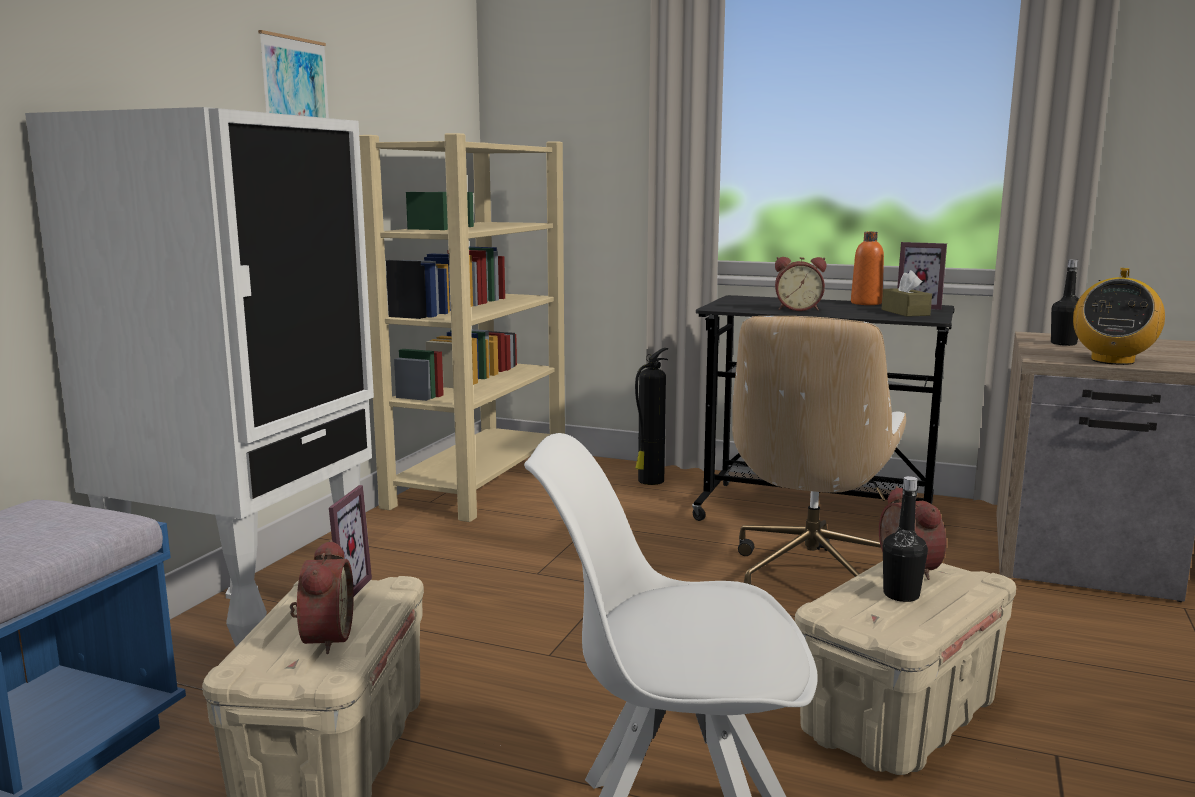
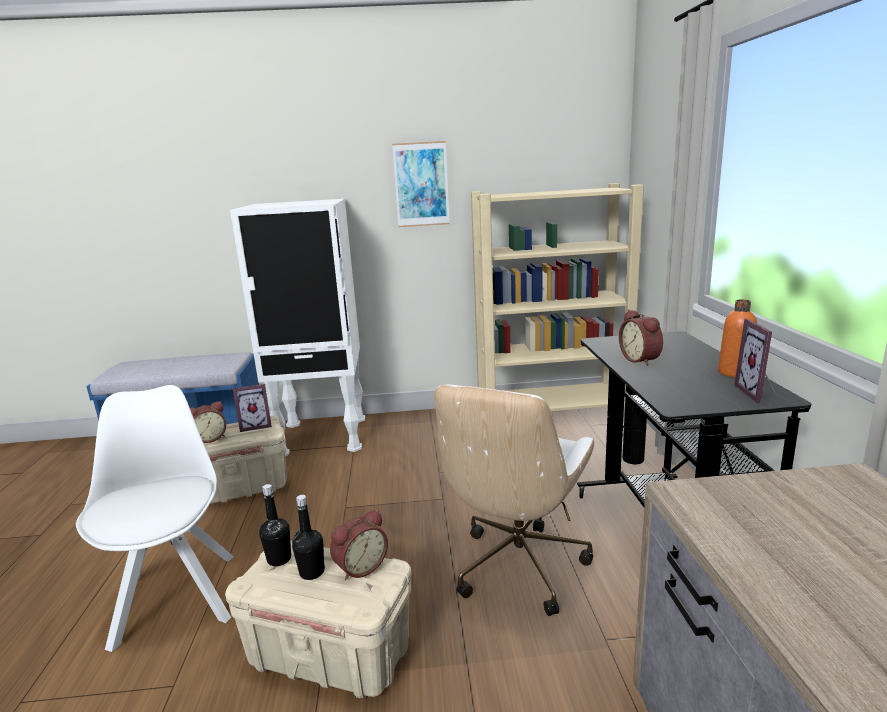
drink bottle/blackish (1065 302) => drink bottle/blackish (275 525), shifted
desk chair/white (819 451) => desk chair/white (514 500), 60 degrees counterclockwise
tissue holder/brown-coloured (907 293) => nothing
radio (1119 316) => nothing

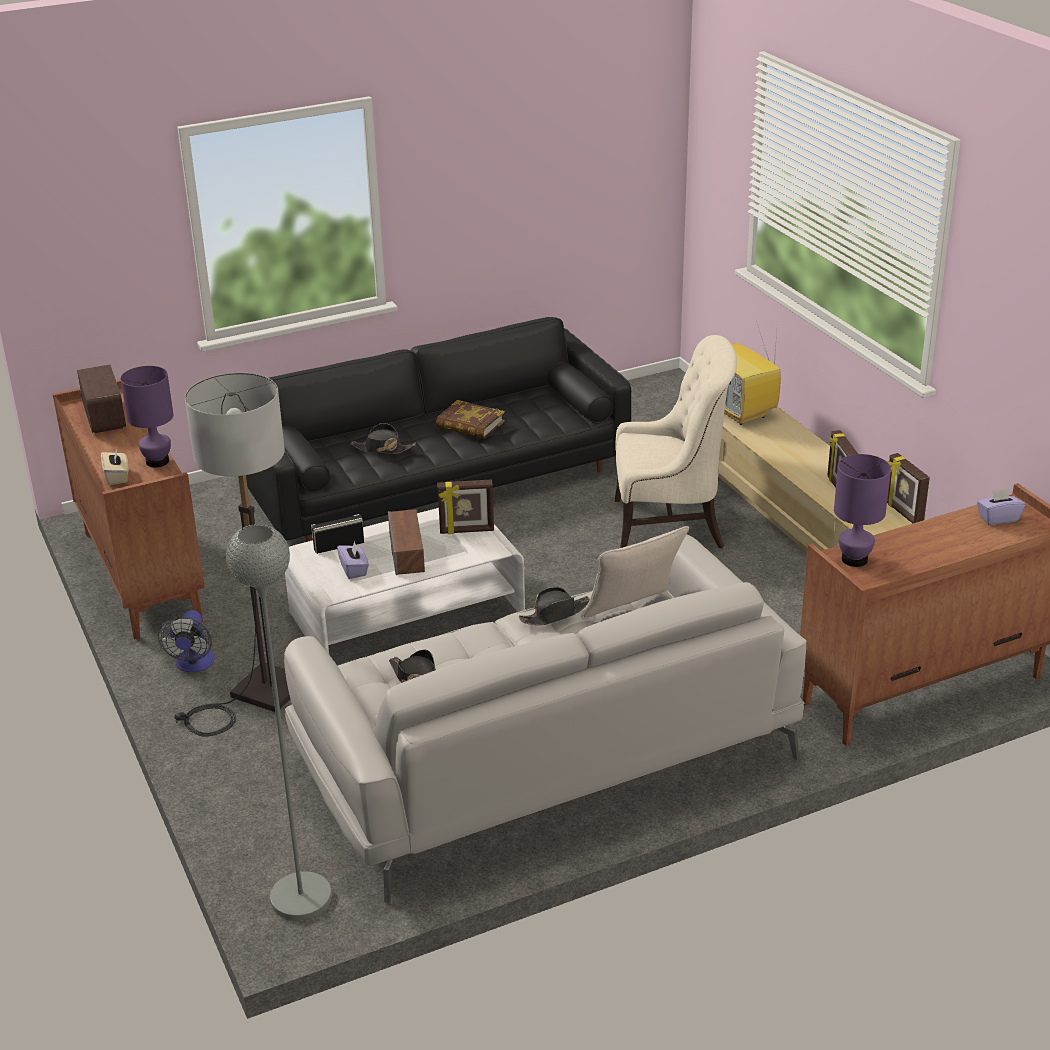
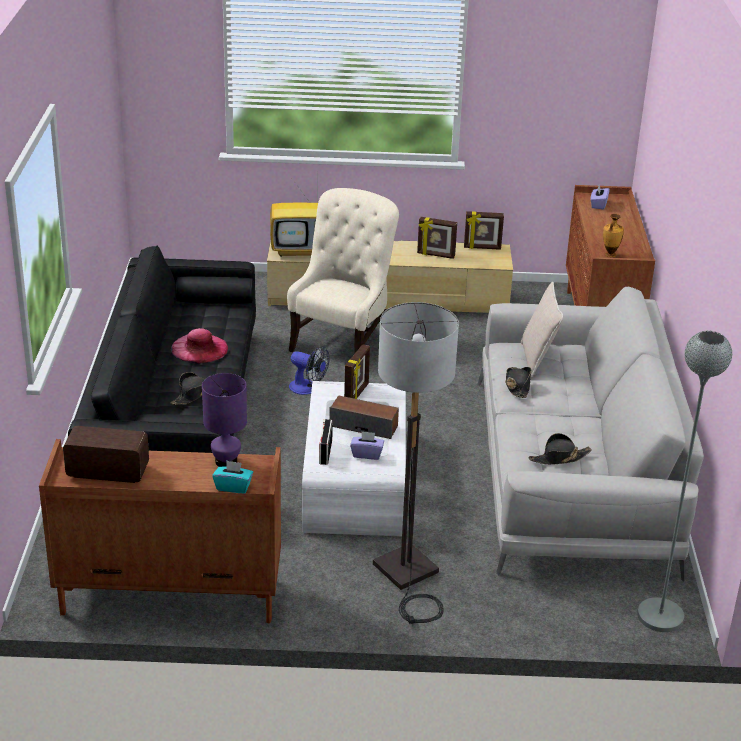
bound book (470 419) => wearable hat/pink-coloured (199 346)
tissue holder/sand-coloured (115 466) => tissue holder/turquoise (232 476)
electric fan (186 641) => electric fan (309 370), shifted
lamp for a table/purple-coloured (862 510) => vase (613 235)

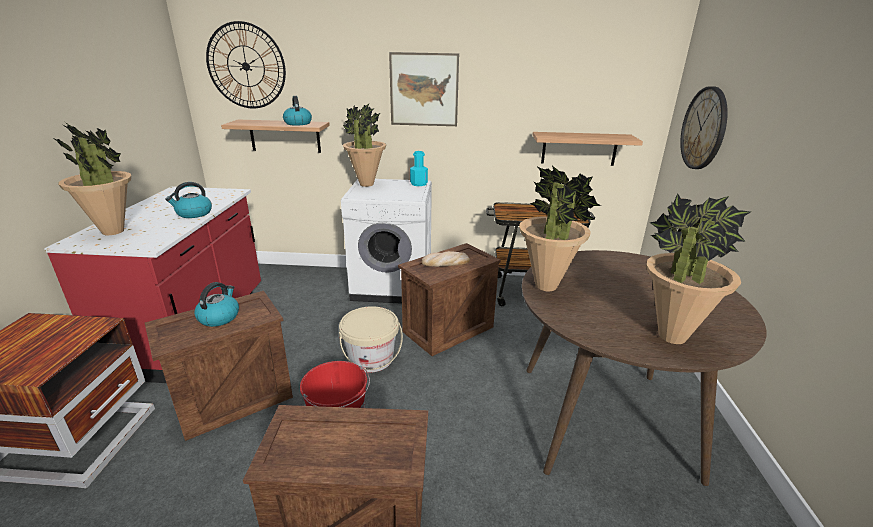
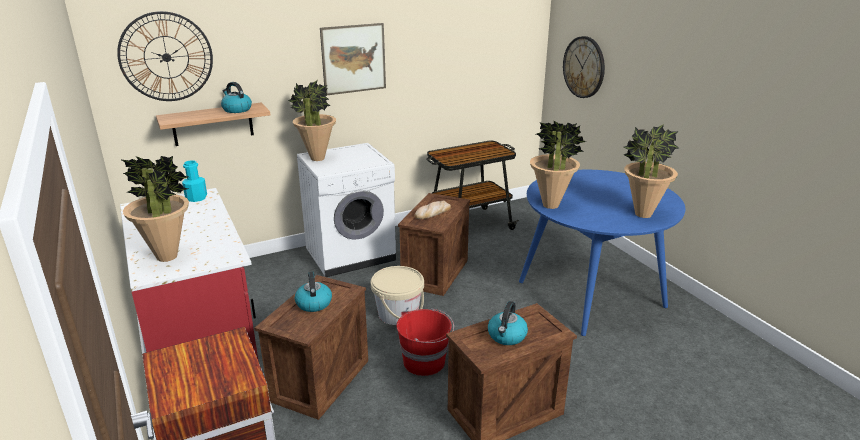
drink bottle/turquoise (419 168) => drink bottle/turquoise (194 181), shifted
kettle (188 200) => kettle (508 323), shifted
dining table/brown-coloured (644 368) => dining table/blue-coloured (602 253)
bracket shelf (587 149) => nothing

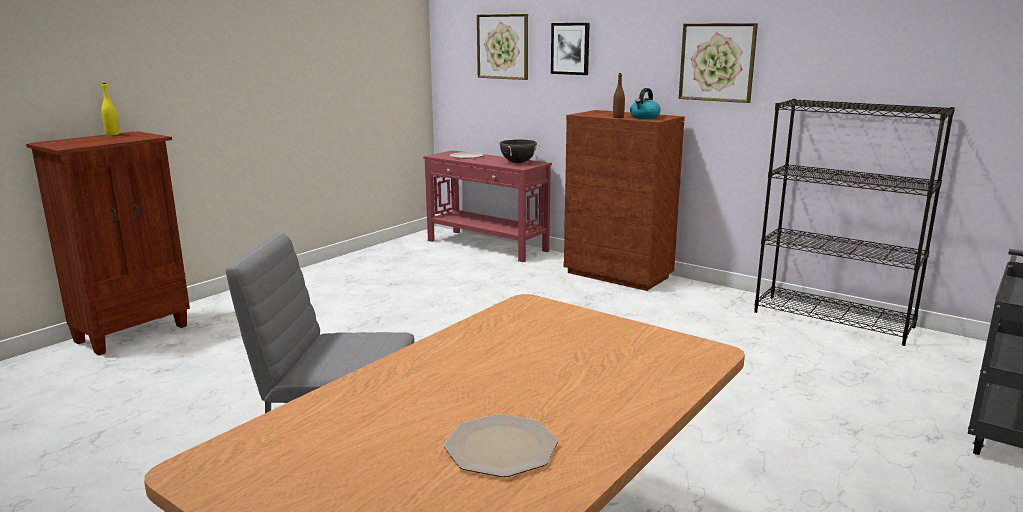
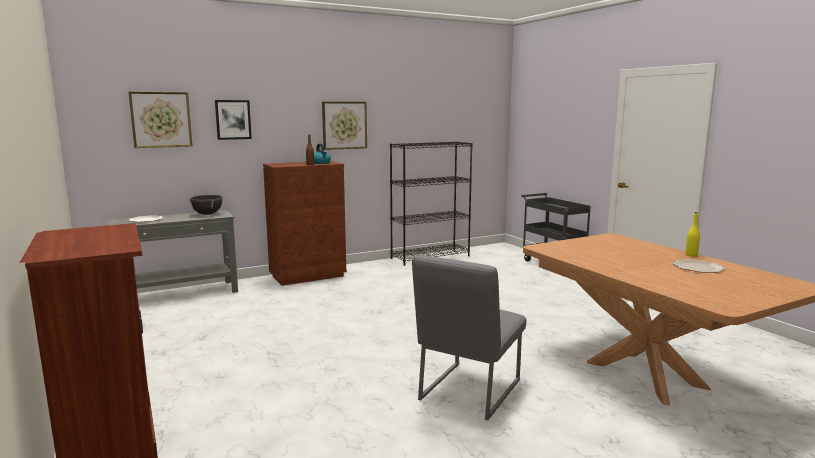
narrow table/reddish (487 206) => narrow table/greyish (172 251)
drink bottle/yellow-coloured (110 109) => drink bottle/yellow-coloured (693 234), shifted

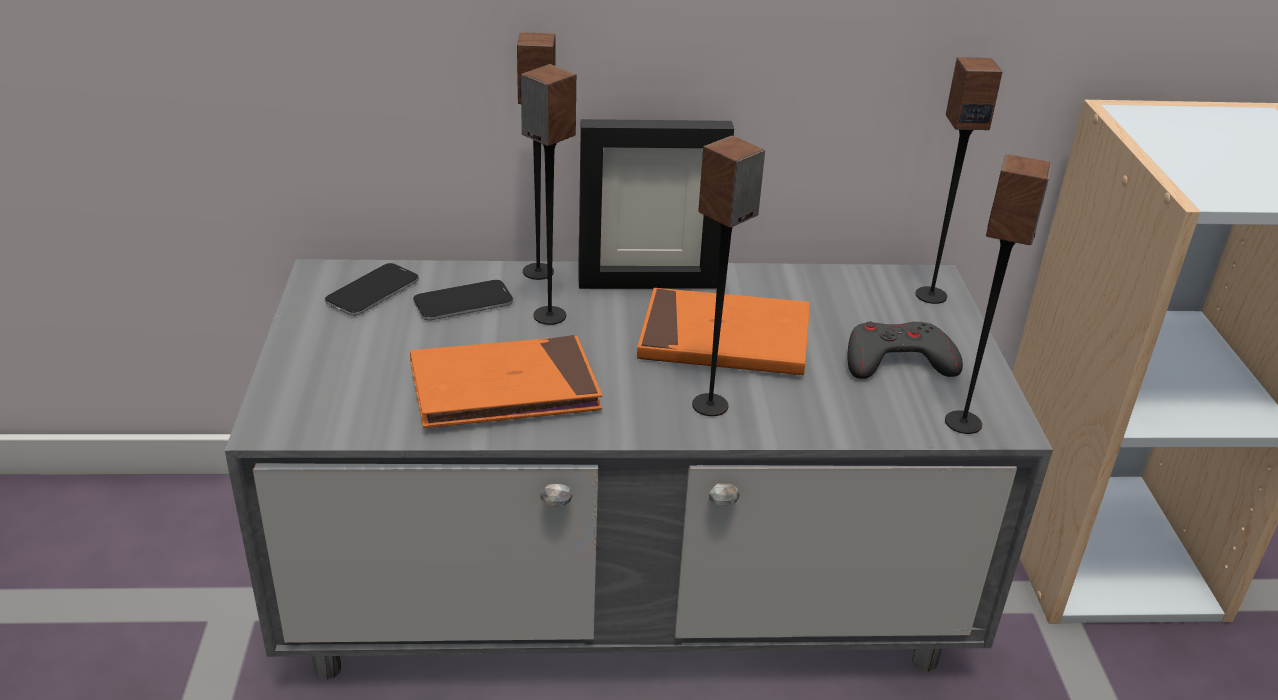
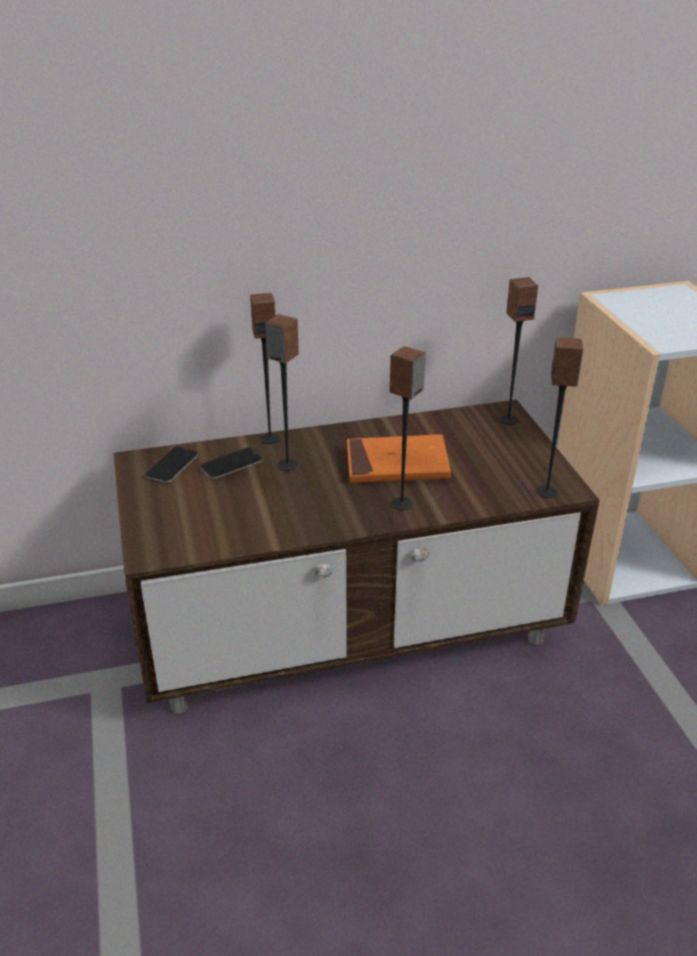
tv stand/greyish (639 469) => tv stand/brown-coloured (357 556)
bound book/orange-coloured (506 381) => nothing
picture frame (656 204) => nothing
game controller/greyish (905 350) => nothing

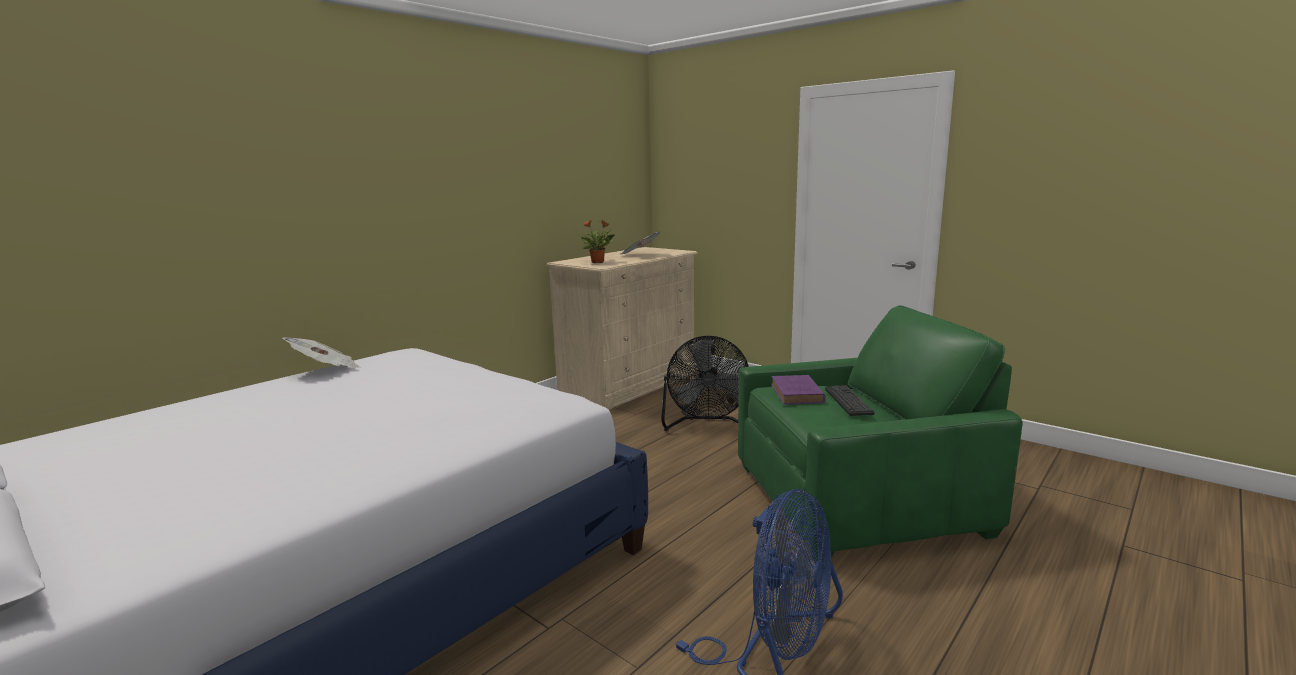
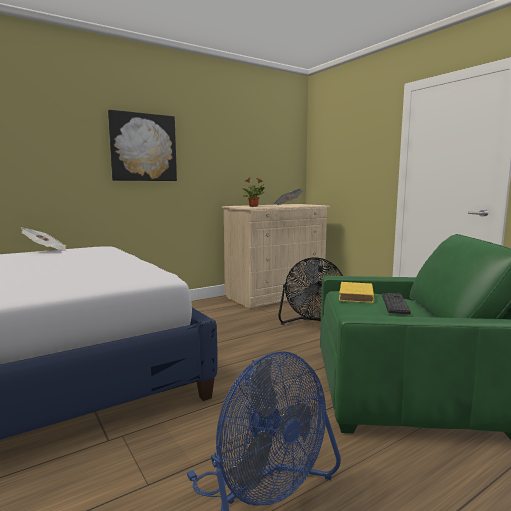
nothing => picture (142 145)
bound book/purple-coloured (798 389) => bound book/yellow-coloured (356 292)

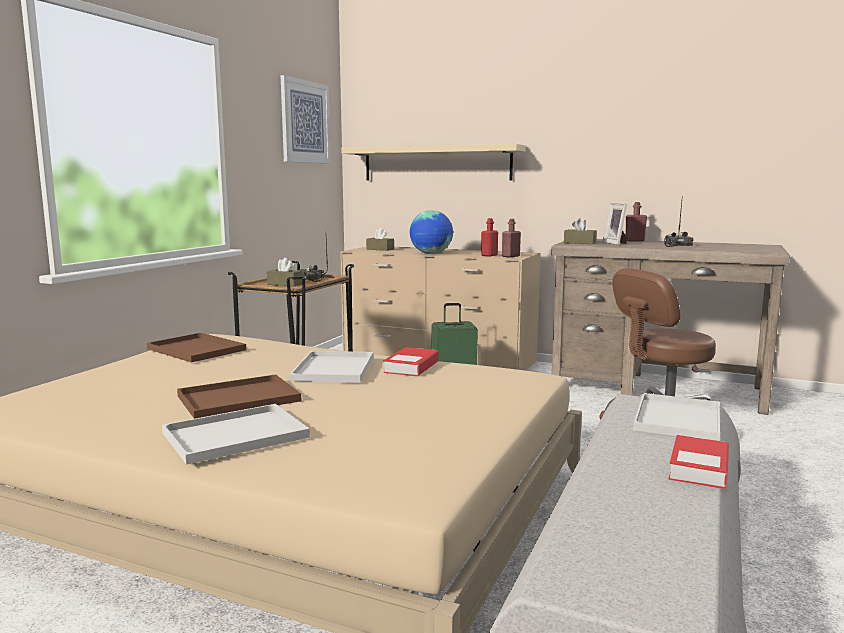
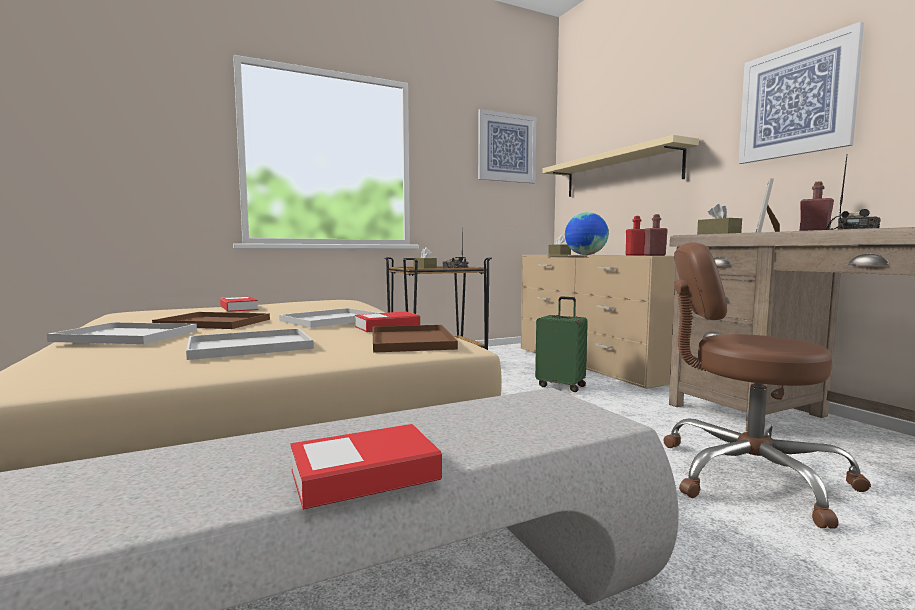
tray/white (676 417) => tray/white (250 344), shifted
nothing => bound book (239 304)
tray/brown-coloured (196 348) => tray/brown-coloured (415 339), shifted
nothing => picture (801 93)

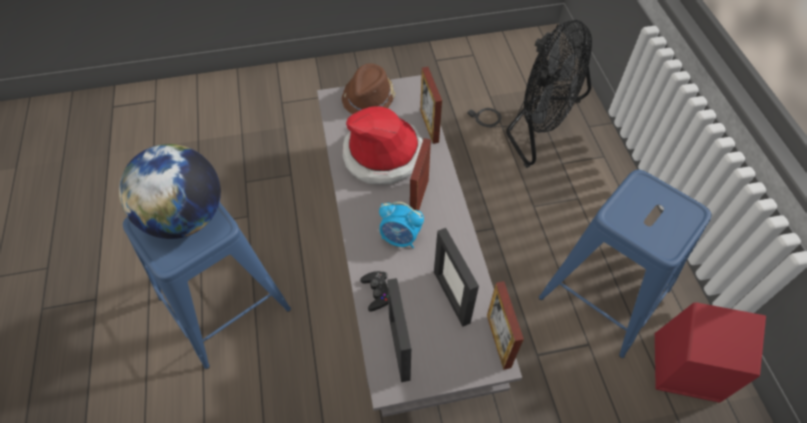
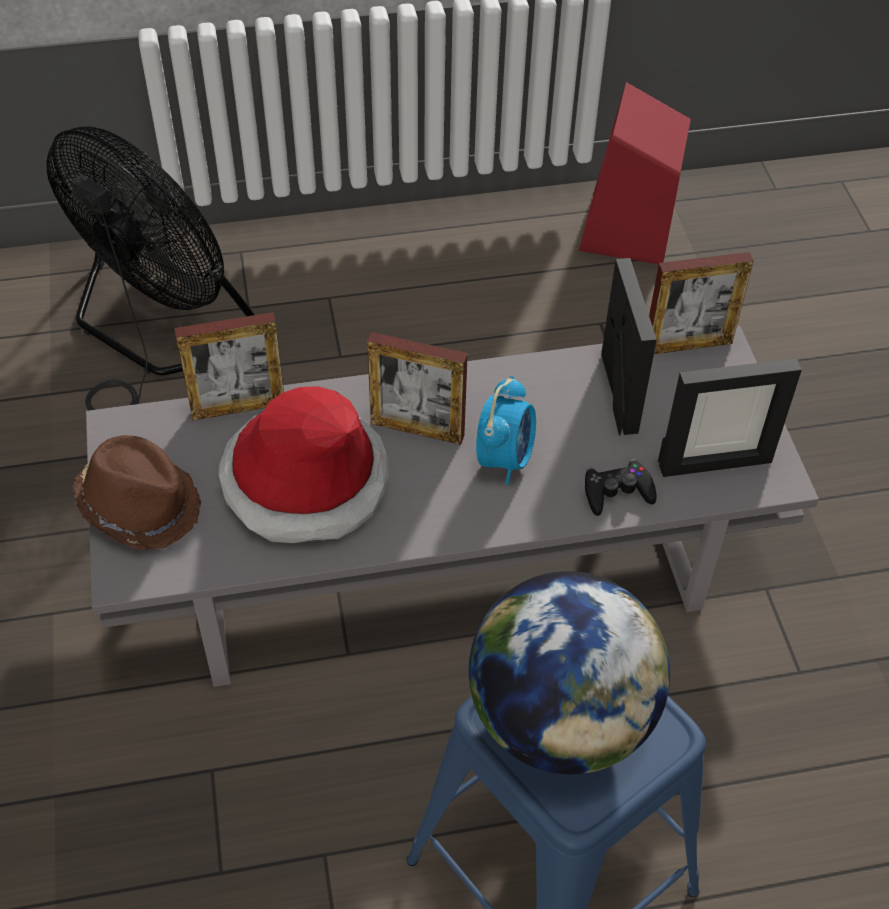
picture frame (456 277) => picture frame (629 346), 75 degrees counterclockwise
stool/blue-coloured (625 264) => nothing

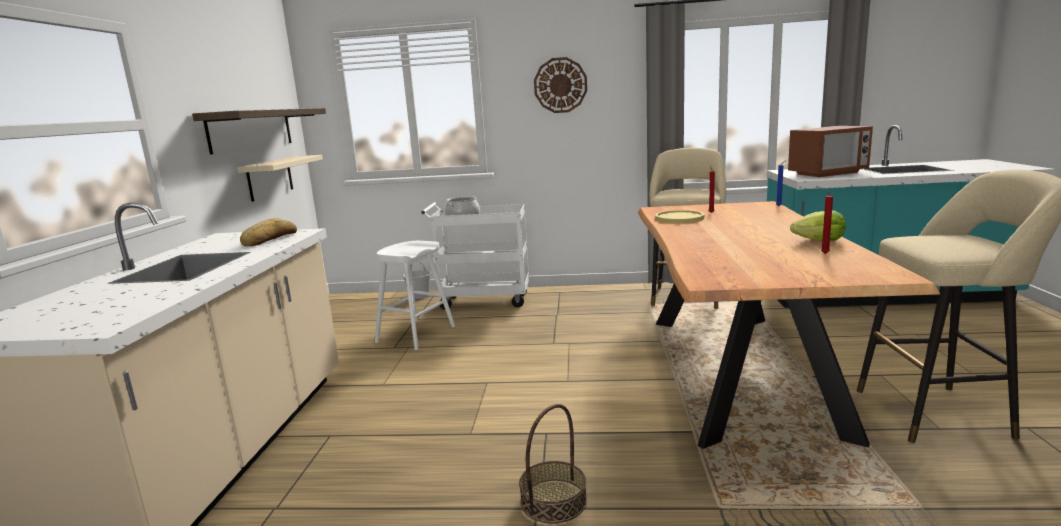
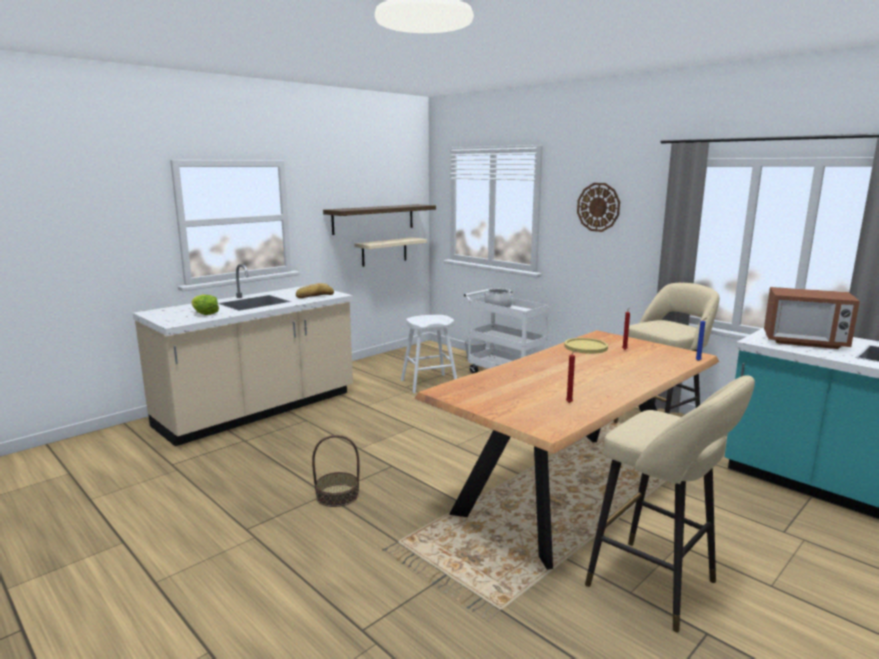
lettuce (818 225) => lettuce (205 305), shifted

